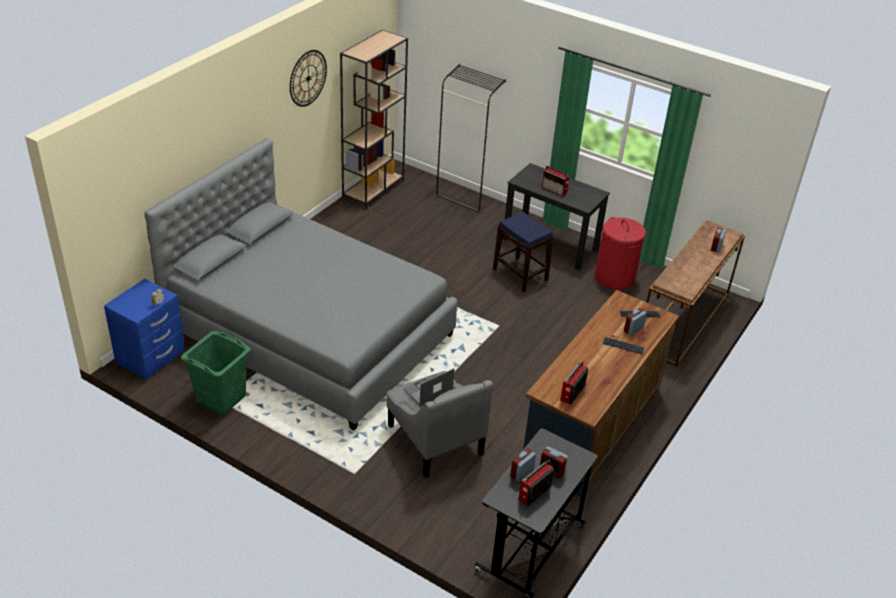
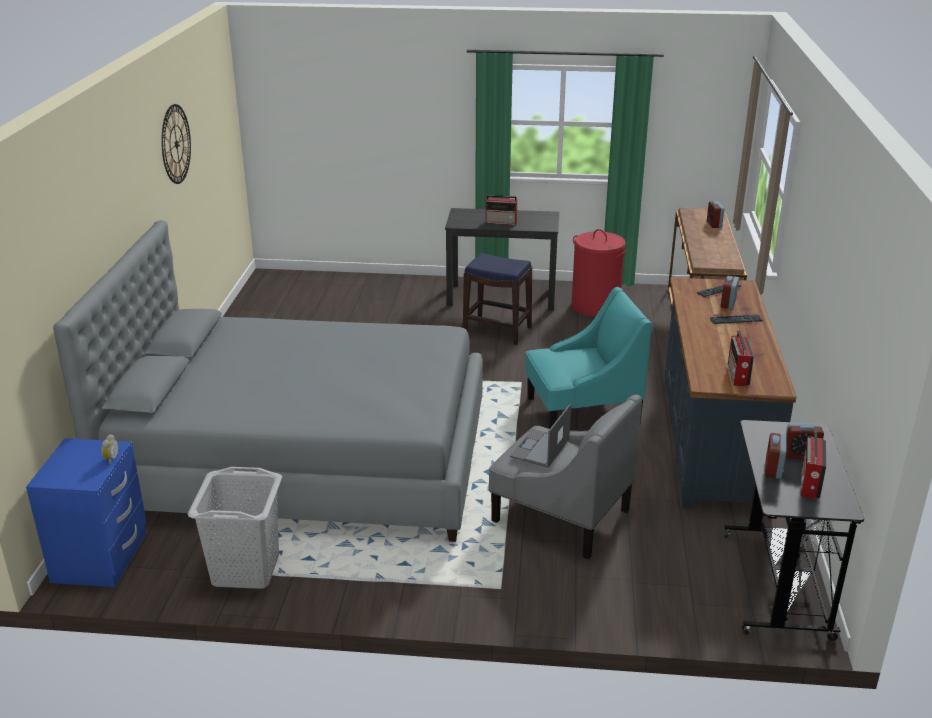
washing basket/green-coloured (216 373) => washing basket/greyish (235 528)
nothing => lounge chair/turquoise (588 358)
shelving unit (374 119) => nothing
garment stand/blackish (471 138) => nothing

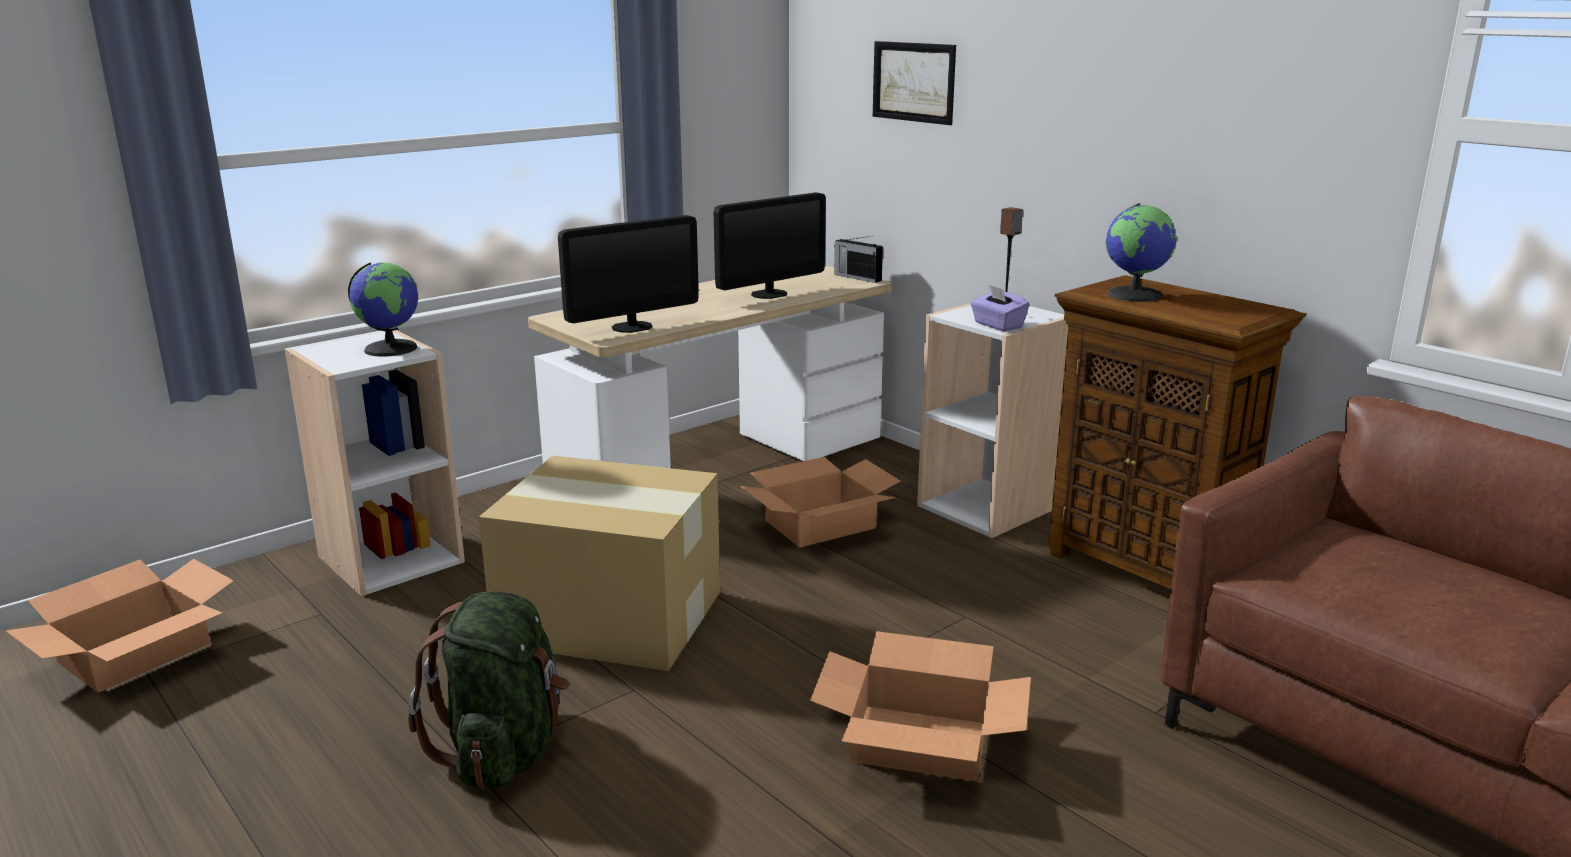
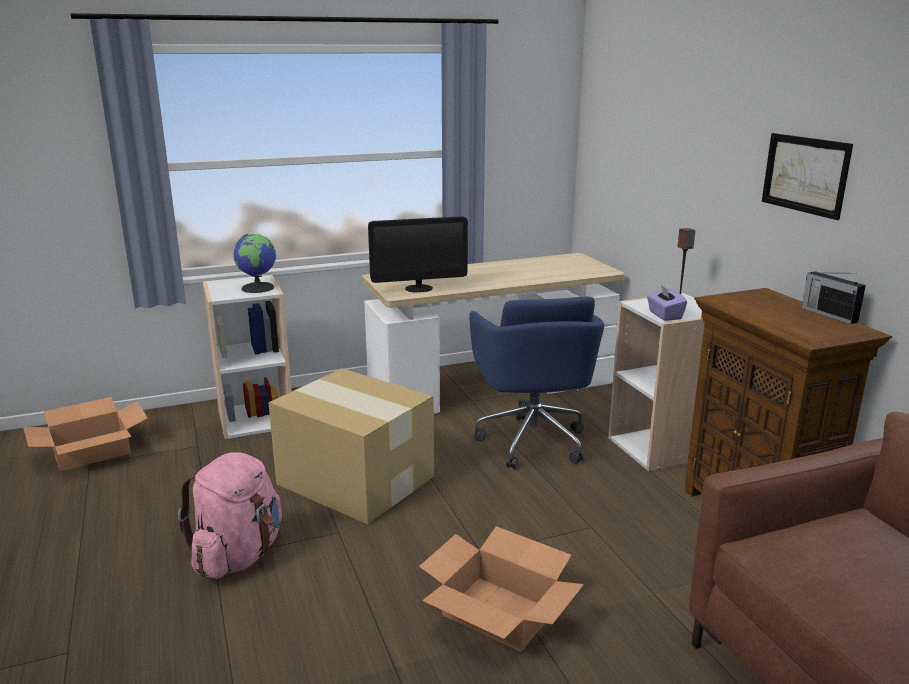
backpack/green-coloured (488 690) => backpack/pink-coloured (230 515)
packing box (820 502) => desk chair/blue-coloured (536 383)
picture (914 83) => picture (807 176), shifted
radio (858 259) => radio (834 297), shifted
monitor (770 245) => nothing
world globe (1141 252) => nothing

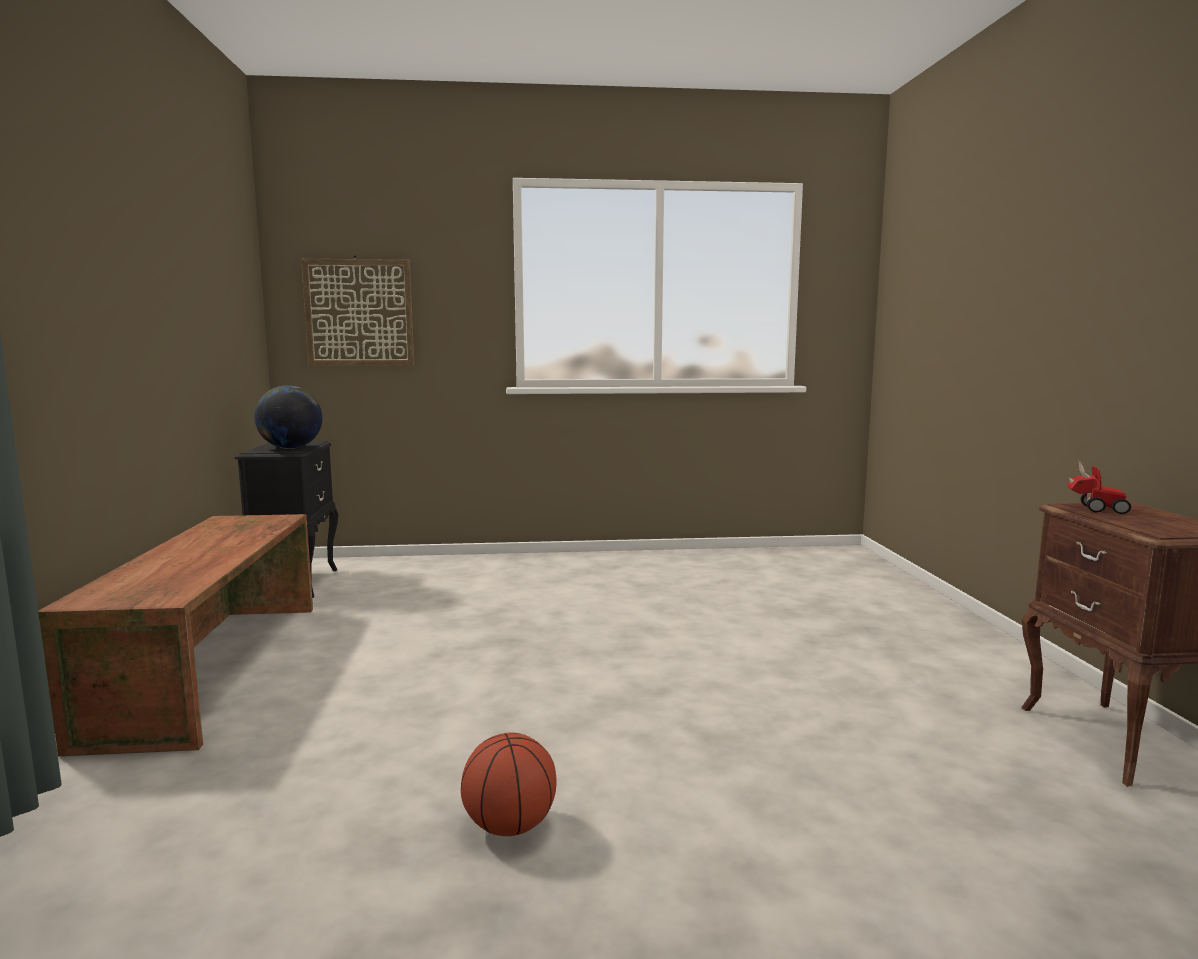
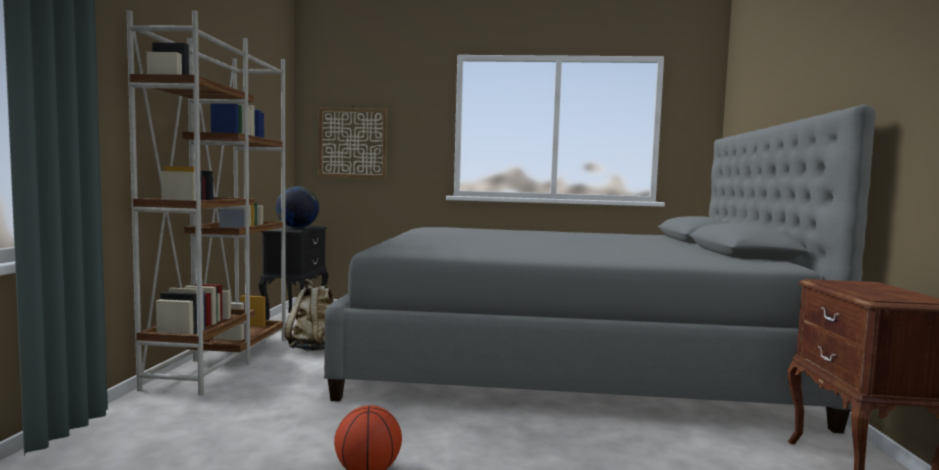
indoor bench/brown-coloured (175 635) => shelving unit/brown-coloured (206 202)
nothing => backpack/sand-coloured (309 315)
nothing => bedroom bed/greyish (600 269)
model car (1099 487) => nothing

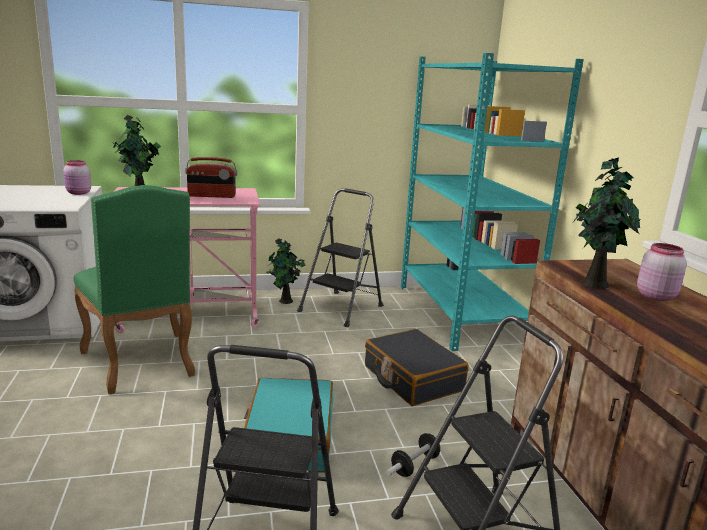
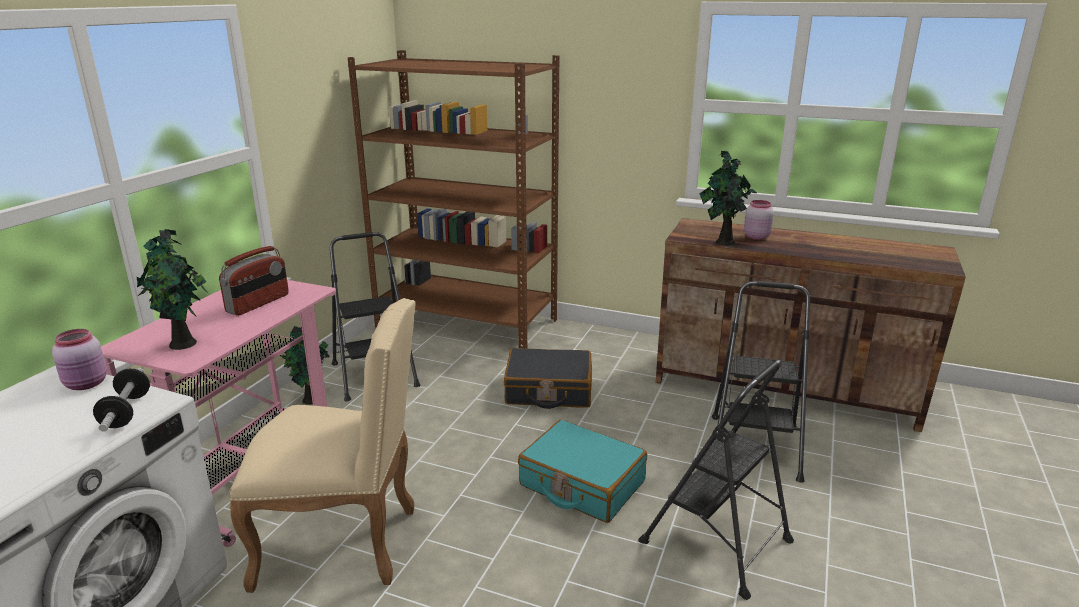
dumbbell (415 455) => dumbbell (121 400), shifted
chair/green-coloured (134 289) => chair/sand-coloured (322 445)
shelving unit/turquoise (492 202) => shelving unit/brown-coloured (453 199)

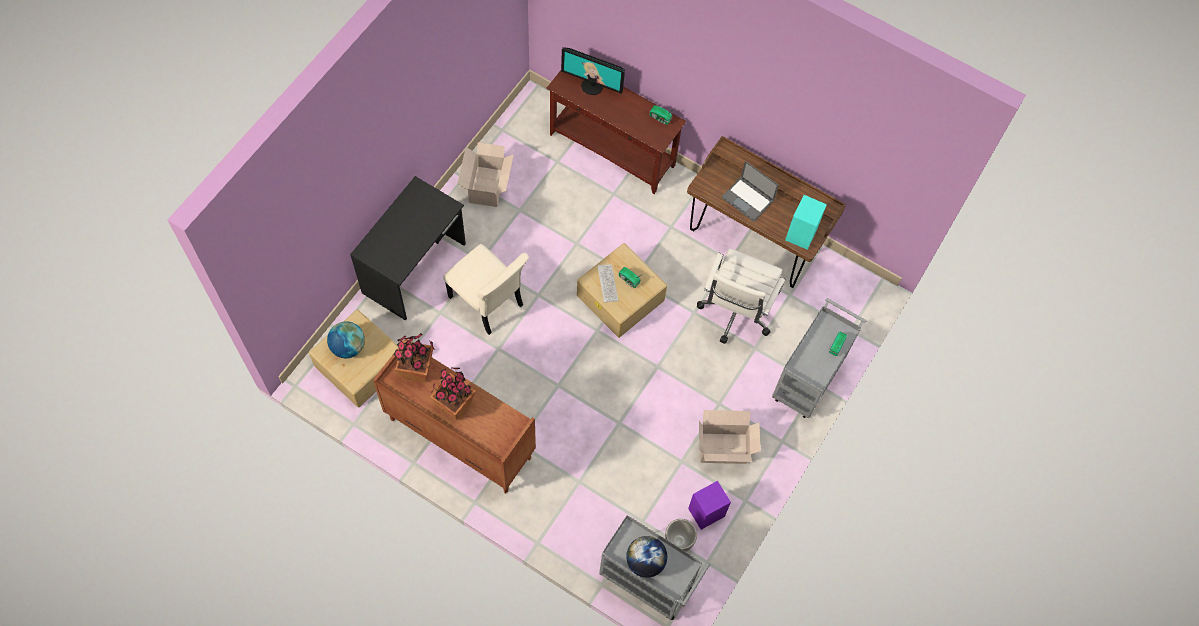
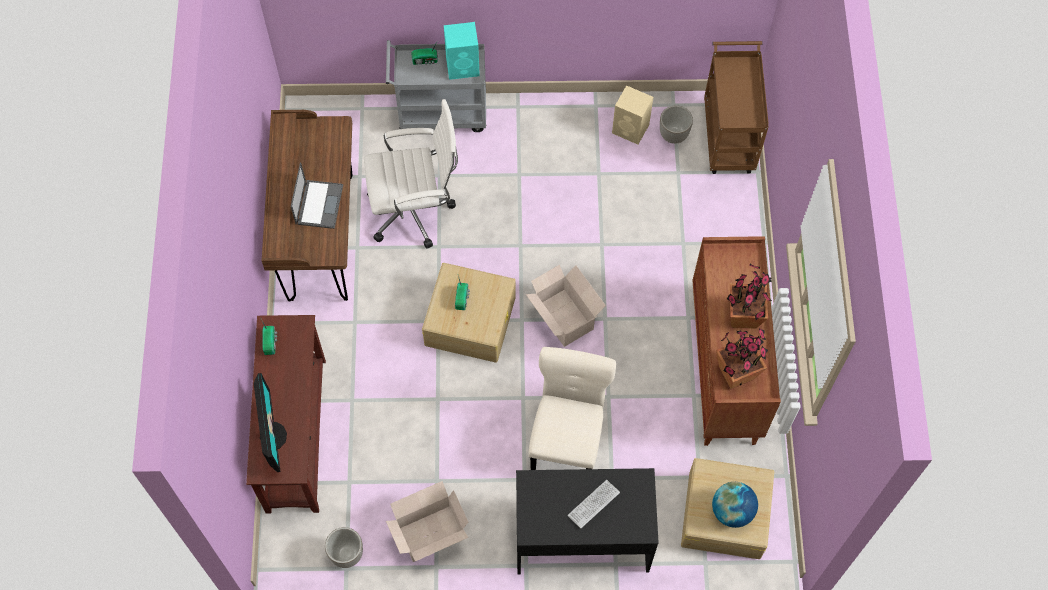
nothing => planter (344 547)
loudspeaker/turquoise (806 222) => loudspeaker/turquoise (462 51), shifted
packing box (730 437) => packing box (566 306), shifted
PC keyboard (608 283) => PC keyboard (593 504), shifted
loudspeaker/purple-coloured (709 505) => loudspeaker/sand-coloured (632 115)
wheeled cart/greyish (654 568) => wheeled cart/brown-coloured (736 107)
world globe (646 557) => nothing

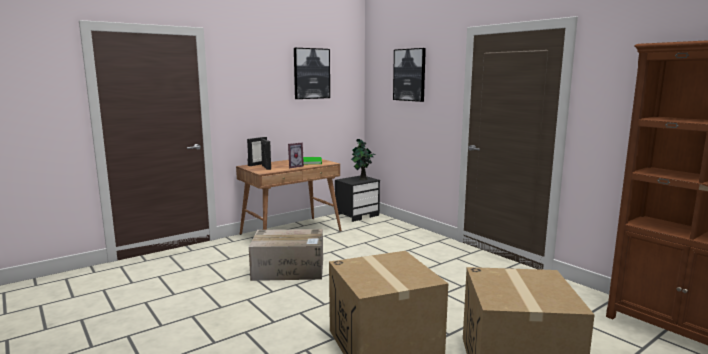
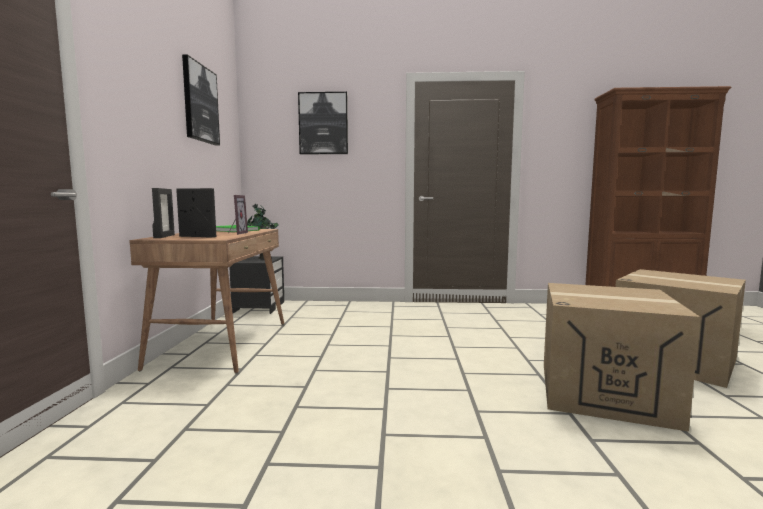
packing box (286 255) => nothing

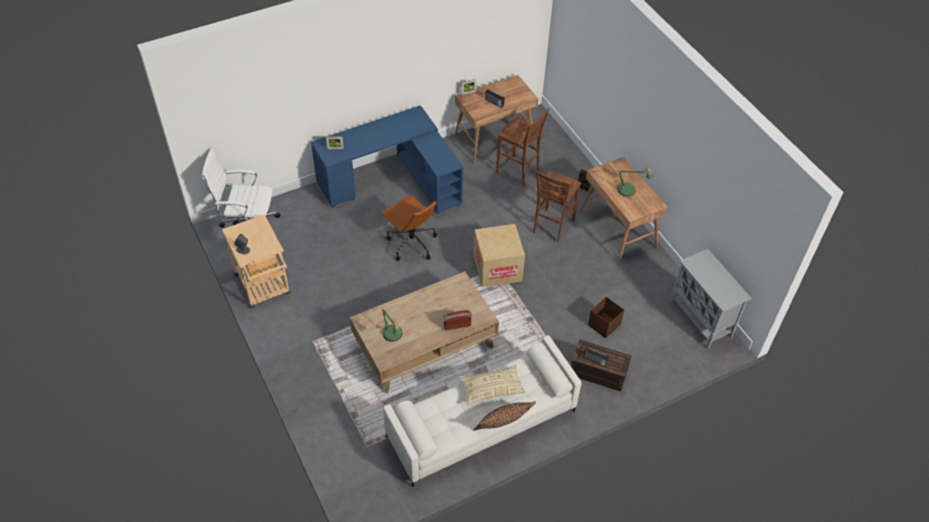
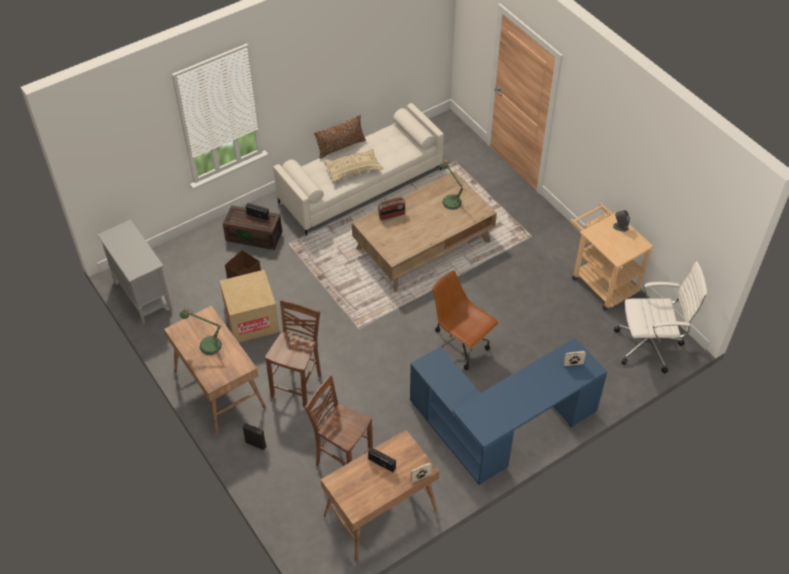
packing box (499 255) => packing box (250 306), shifted

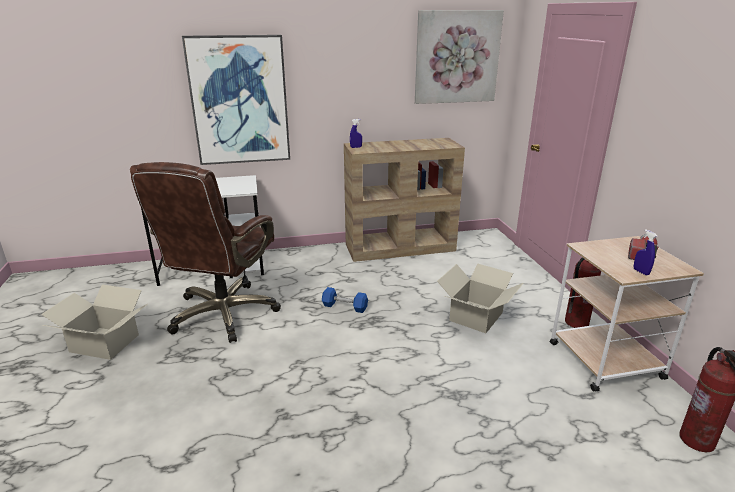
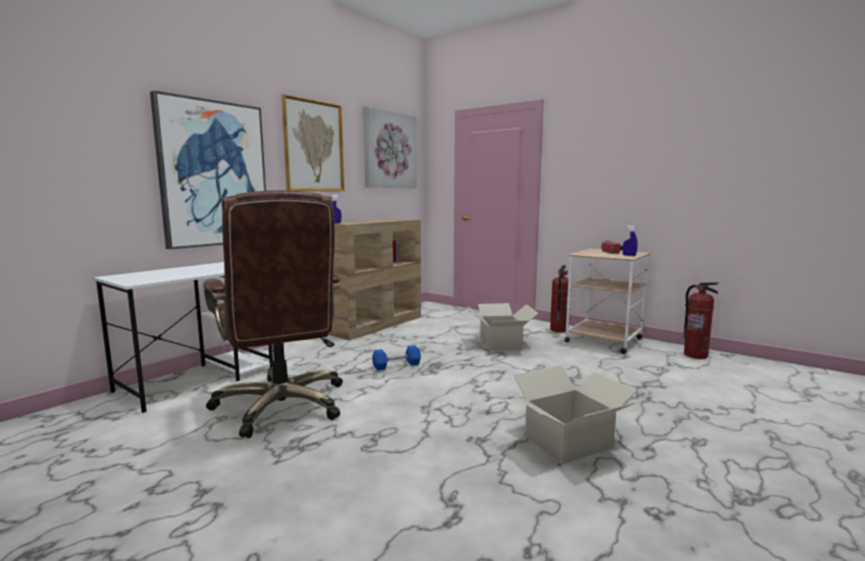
nothing => picture (313 142)
packing box (94 322) => packing box (571 414), shifted

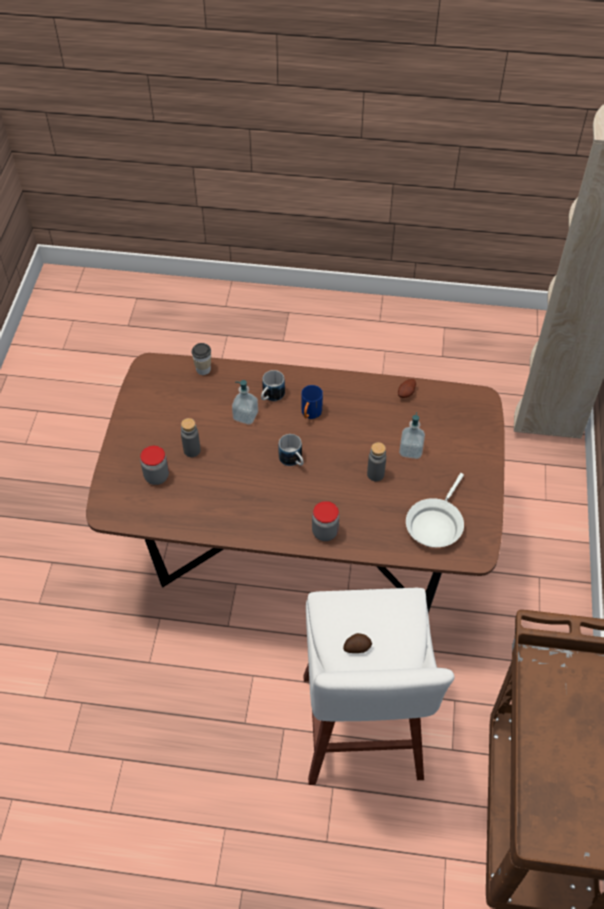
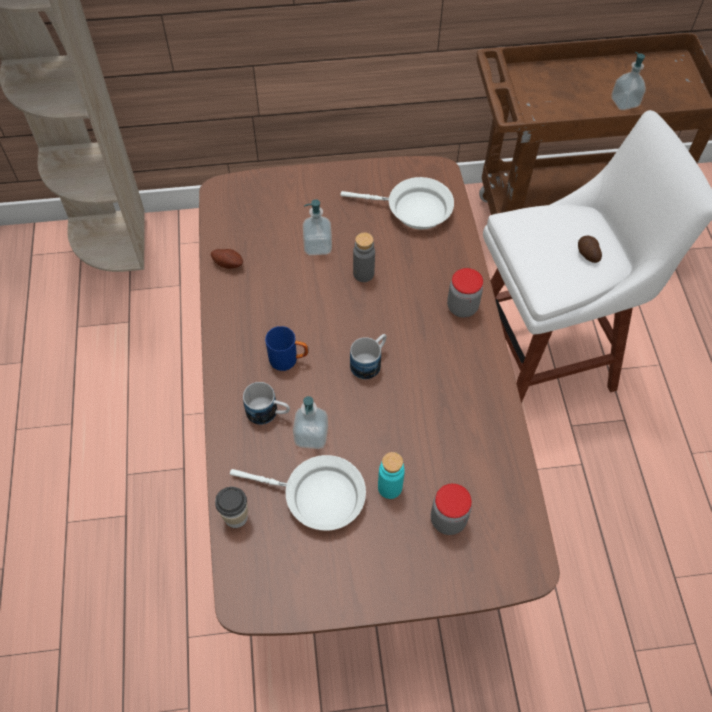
nothing => skillet/white (298 493)
drink bottle/greyish (191 437) => drink bottle/turquoise (391 475)
nothing => liquid soap bottle (628 81)

